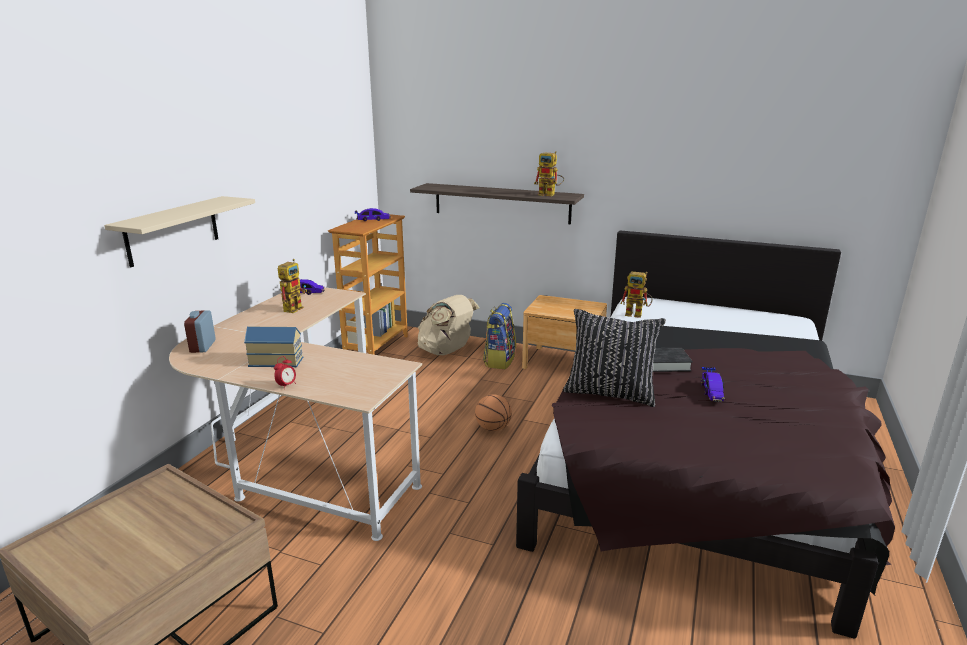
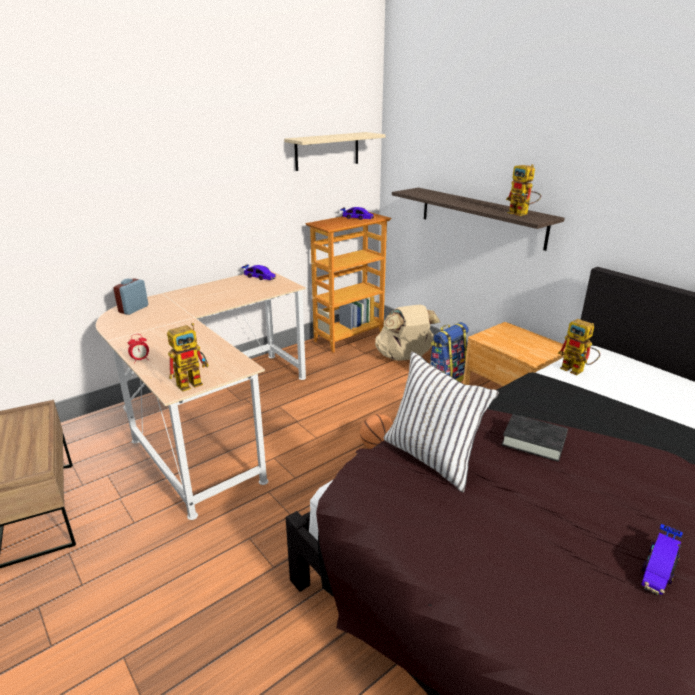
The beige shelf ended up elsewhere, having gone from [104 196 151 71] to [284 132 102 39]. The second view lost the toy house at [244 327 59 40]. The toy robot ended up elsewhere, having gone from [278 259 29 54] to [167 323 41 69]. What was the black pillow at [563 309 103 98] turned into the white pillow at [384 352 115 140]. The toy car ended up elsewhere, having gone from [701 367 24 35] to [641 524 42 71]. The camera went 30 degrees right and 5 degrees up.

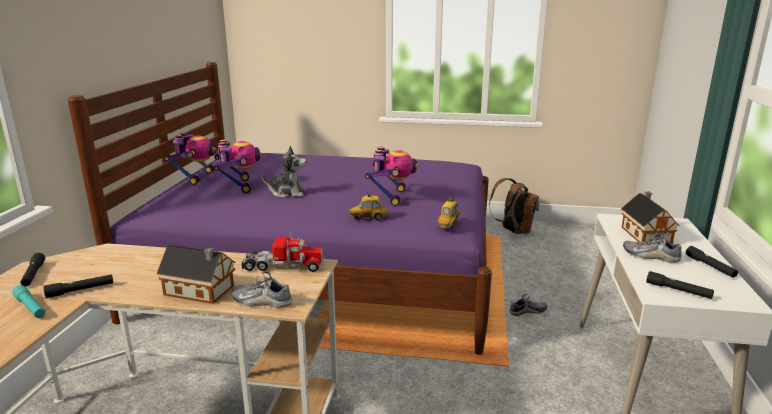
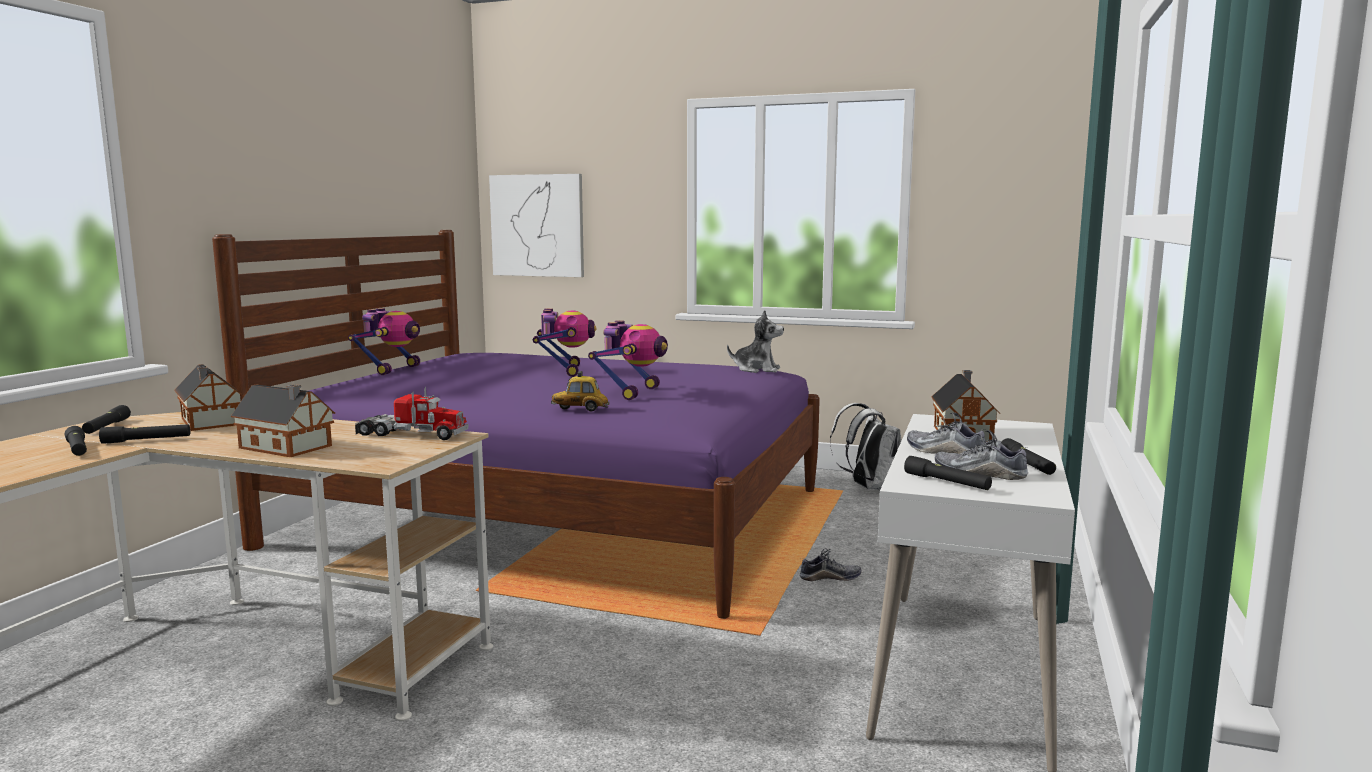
What was the turquoise flashlight at [12 285 34 33] turned into the black flashlight at [65 426 22 30]. The toy robot ended up elsewhere, having gone from [214 140 47 53] to [533 308 64 69]. The shoe ended up elsewhere, having gone from [231 272 61 36] to [935 430 93 50]. The plush toy ended up elsewhere, having gone from [262 146 45 52] to [727 310 57 63]. The second view lost the toy car at [437 197 24 31]. What was the brown backpack at [489 178 50 56] turned into the white backpack at [830 403 71 87]. The second view gained the toy house at [174 364 69 67]. The second view gained the picture at [489 174 95 103]. The camera went 10 degrees right and 10 degrees down.

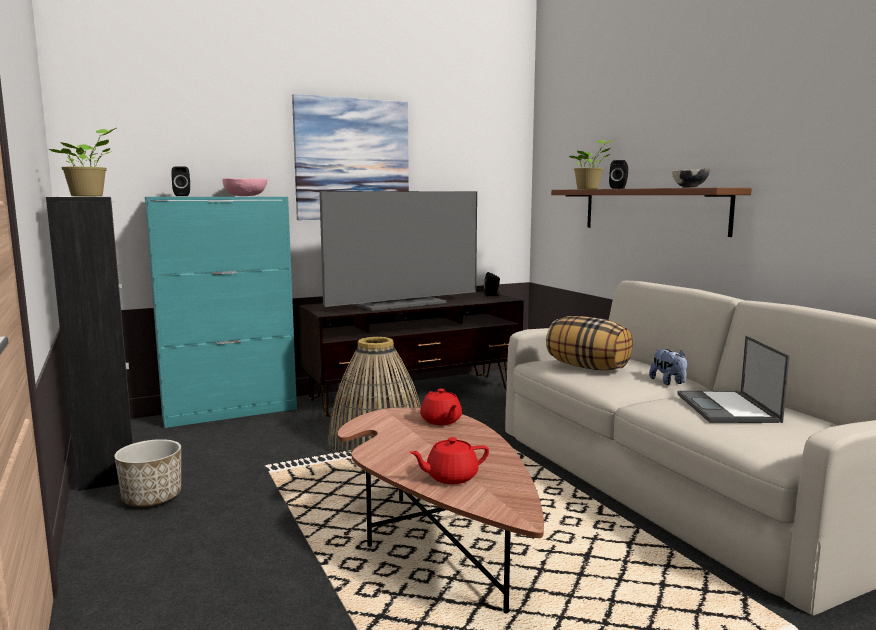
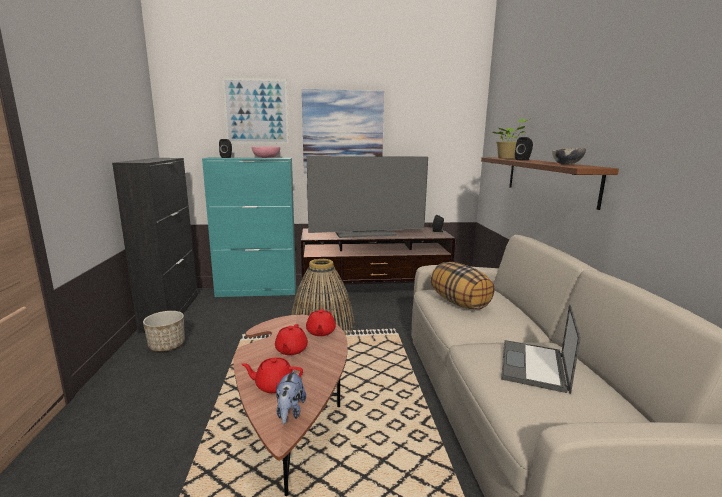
The second view lost the potted plant at [48 128 69 68]. The plush toy ended up elsewhere, having gone from [649 349 38 36] to [276 370 30 54]. The second view gained the picture at [222 78 67 66]. The second view gained the red teapot at [275 324 33 31]. The camera went 20 degrees right and 5 degrees up.

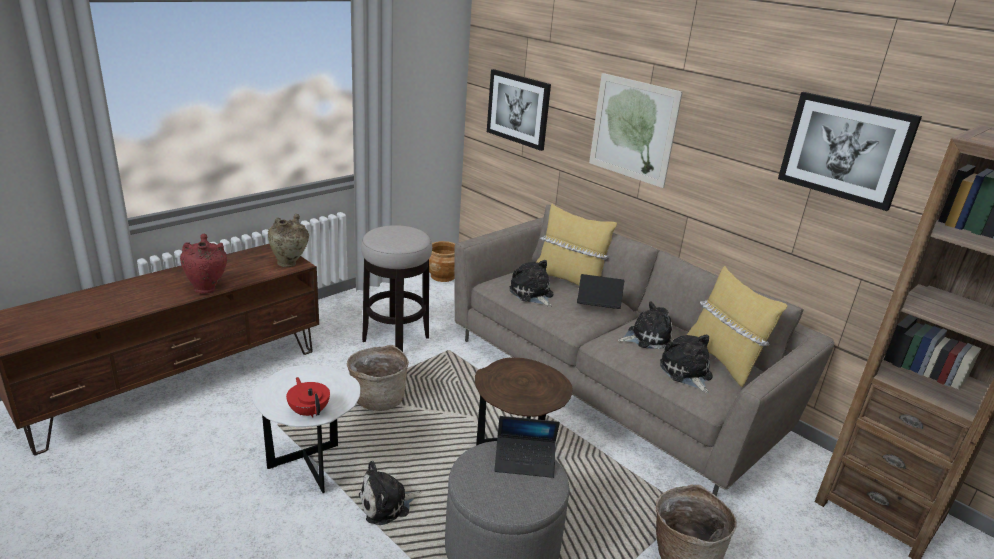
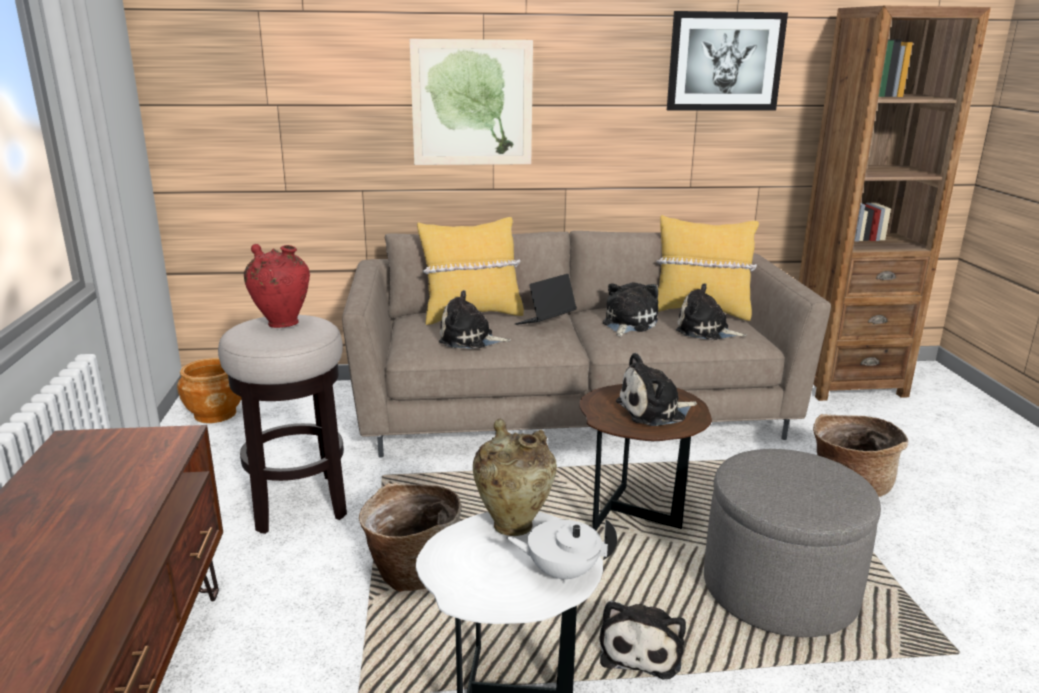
The red vase ended up elsewhere, having gone from [180 234 47 60] to [244 244 66 84]. The beige vase ended up elsewhere, having gone from [268 214 41 53] to [473 419 84 117]. What was the red teapot at [286 377 44 41] turned into the white teapot at [507 519 110 65]. The second view lost the picture at [487 69 64 82]. The second view lost the laptop at [494 416 66 62]. The second view gained the plush toy at [616 353 81 73]. The camera went 50 degrees left and 5 degrees down.

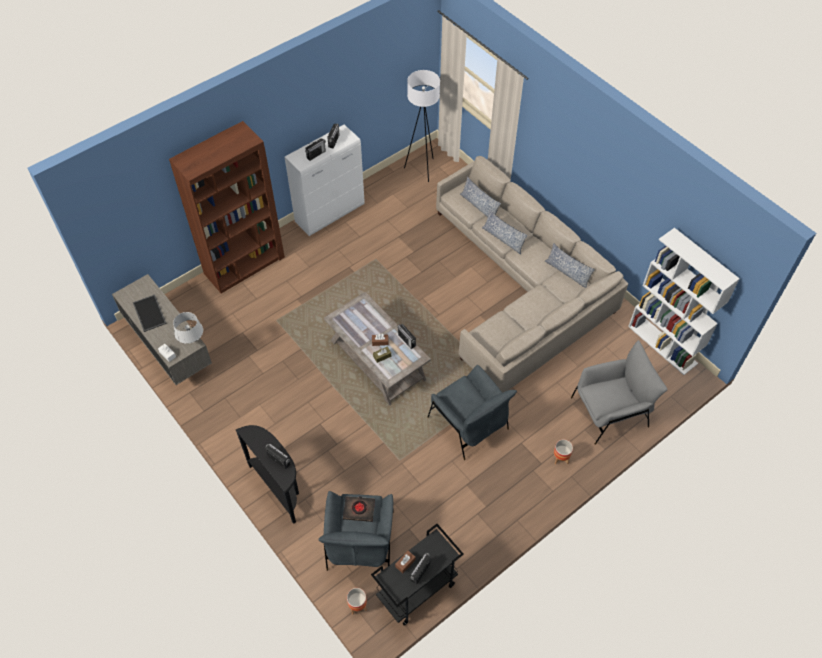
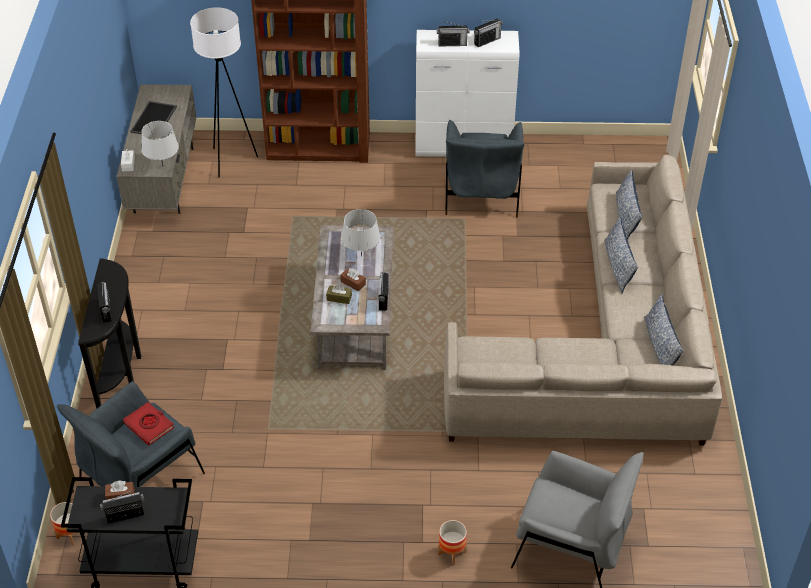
What was the black book at [343 496 32 26] turned into the red book at [123 402 51 43]. The white floor lamp ended up elsewhere, having gone from [404 70 36 112] to [190 7 68 170]. The grey armchair ended up elsewhere, having gone from [427 365 90 95] to [445 120 80 98]. The second view lost the white bookcase at [628 228 112 147]. The second view gained the grey table lamp at [341 209 39 48]. The camera went 40 degrees right and 10 degrees down.

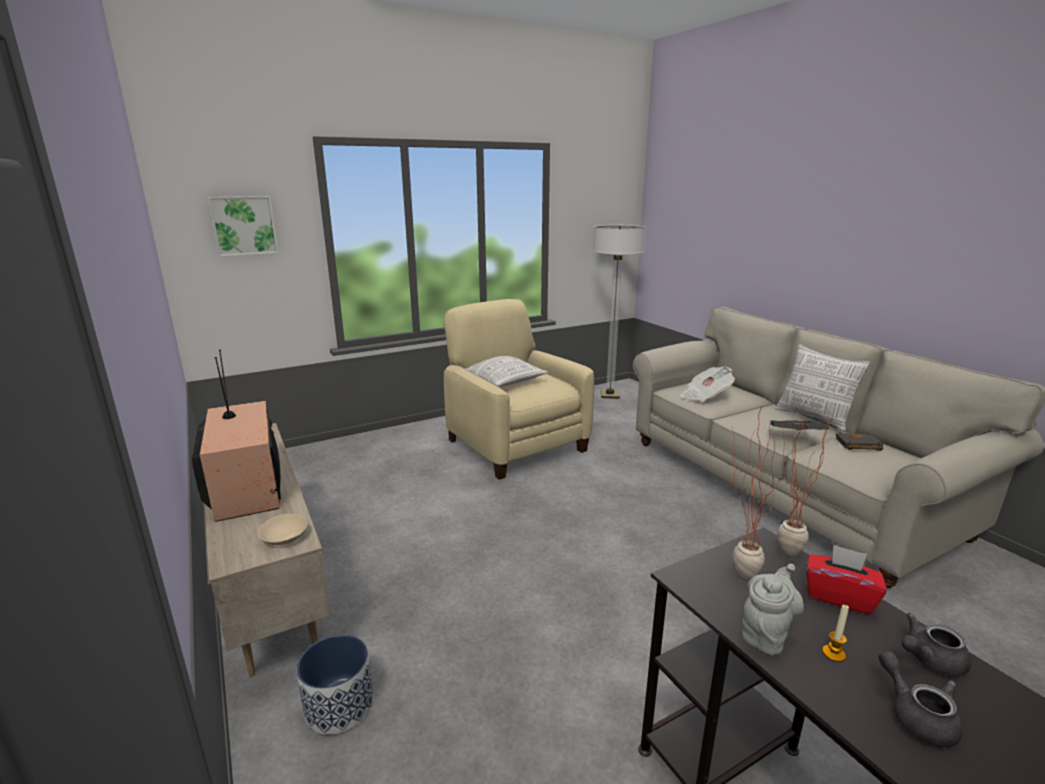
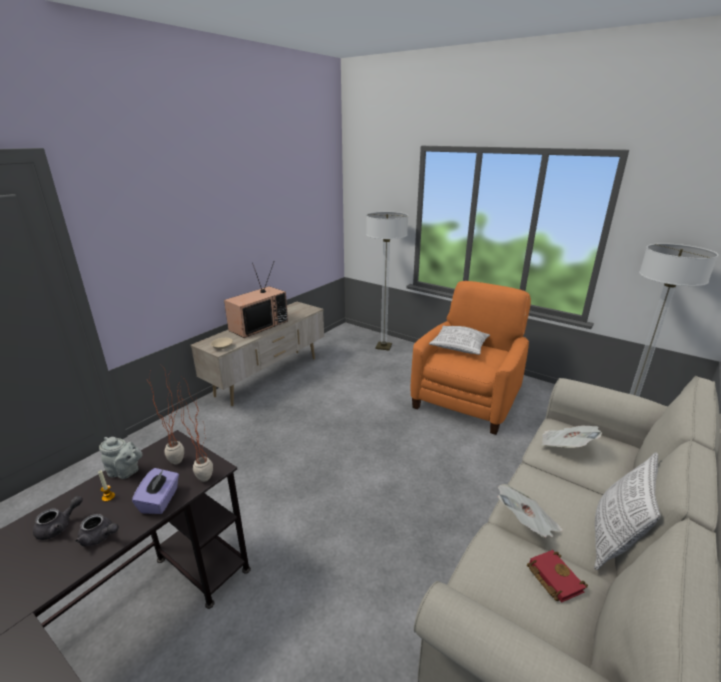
The second view lost the picture at [208 196 71 61]. The second view lost the planter at [296 634 78 101]. What was the beige armchair at [444 299 150 181] turned into the orange armchair at [411 281 120 154]. What was the red tissue box at [807 545 80 69] turned into the purple tissue box at [132 468 47 46]. What was the black book at [835 432 49 19] turned into the red book at [527 550 61 53]. The grey teapot at [901 613 70 63] ended up facing another way, 150 degrees clockwise from before. The second view gained the floor lamp at [366 212 42 139]. The camera went 65 degrees right and 5 degrees up.

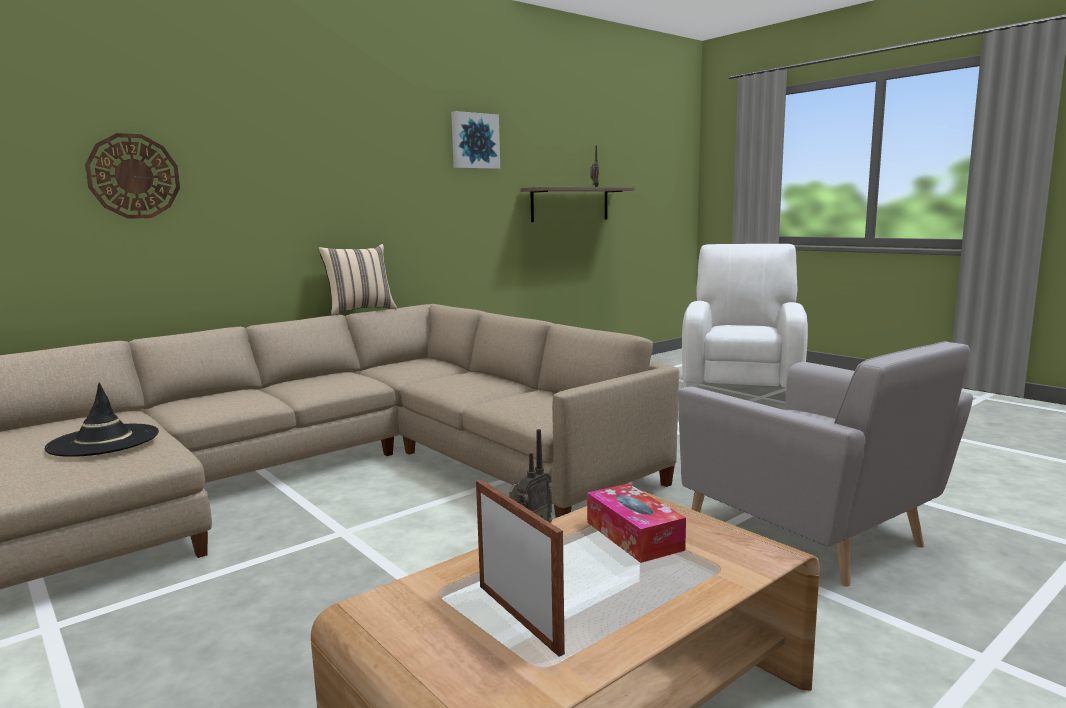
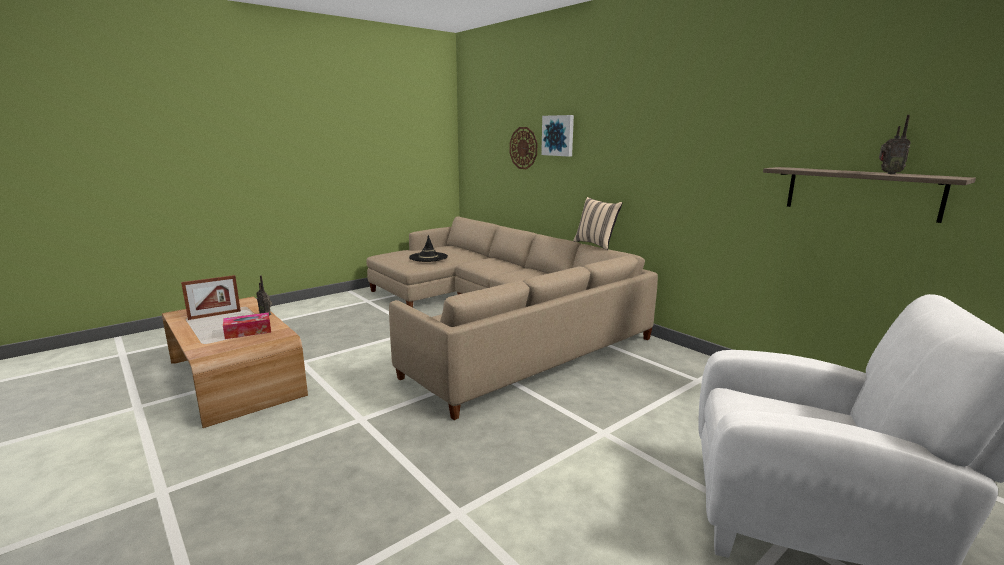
The picture ended up elsewhere, having gone from [451 111 49 58] to [541 115 33 42]. The second view lost the grey armchair at [678 341 295 246]. The camera went 90 degrees right and 5 degrees up.

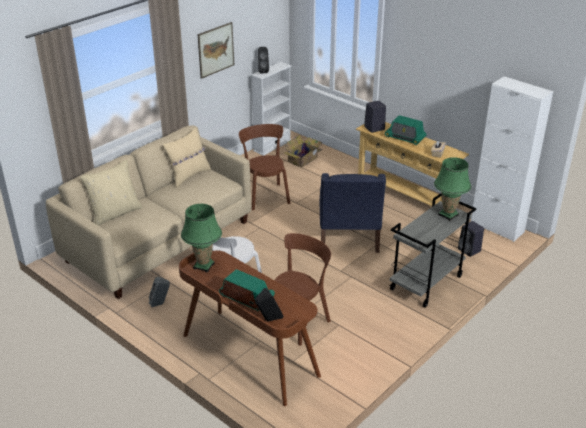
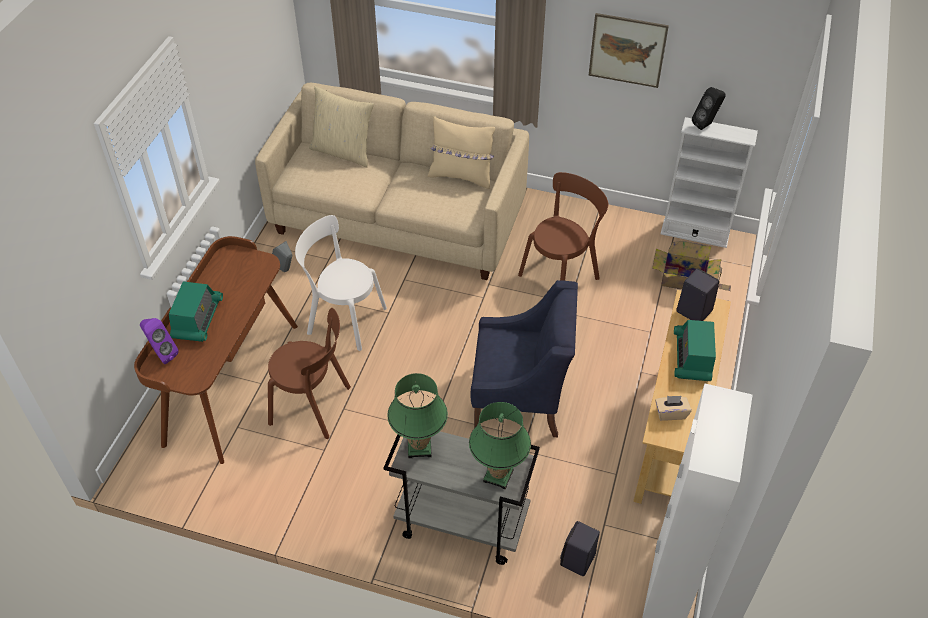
The green table lamp ended up elsewhere, having gone from [181 204 41 69] to [387 373 61 85]. What was the black speaker at [255 288 29 34] turned into the purple speaker at [140 318 39 46]. The blue armchair at [320 173 66 80] ended up facing another way, 150 degrees counterclockwise from before. The camera went 65 degrees right and 15 degrees up.

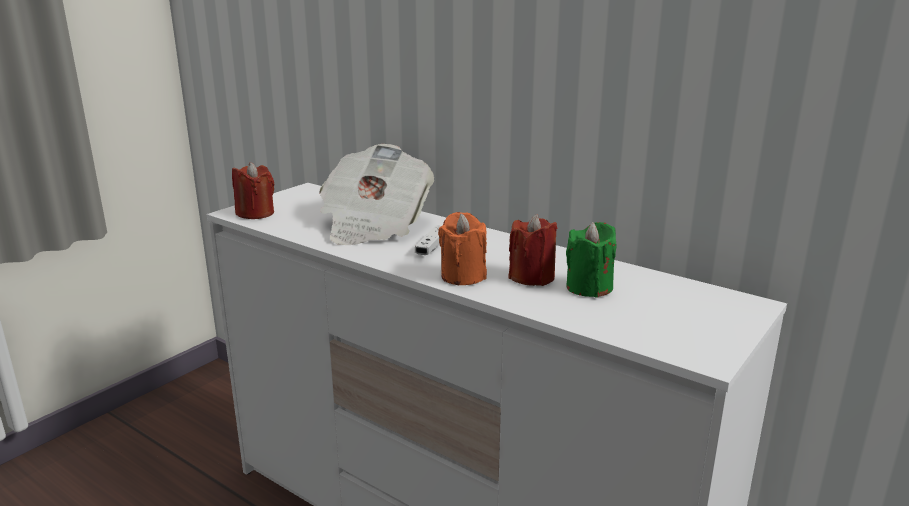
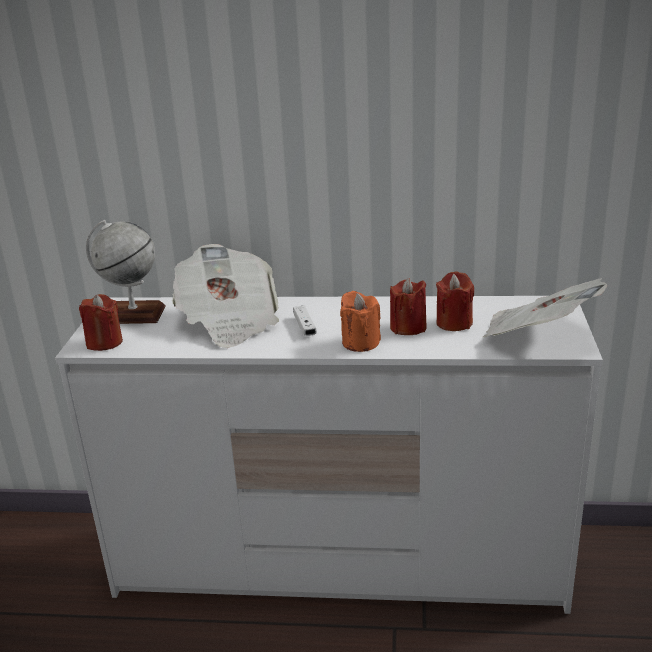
What was the green candle at [566 222 51 76] turned into the red candle at [436 271 38 60]. The second view gained the globe at [86 220 80 104]. The second view gained the newspaper at [482 278 125 60]. The camera went 30 degrees left and 5 degrees up.

